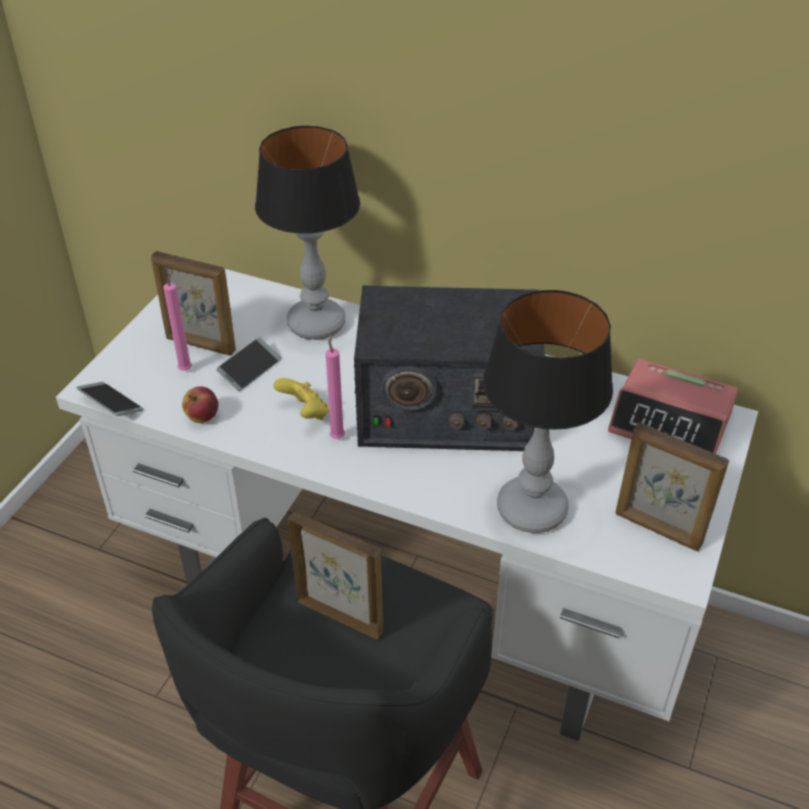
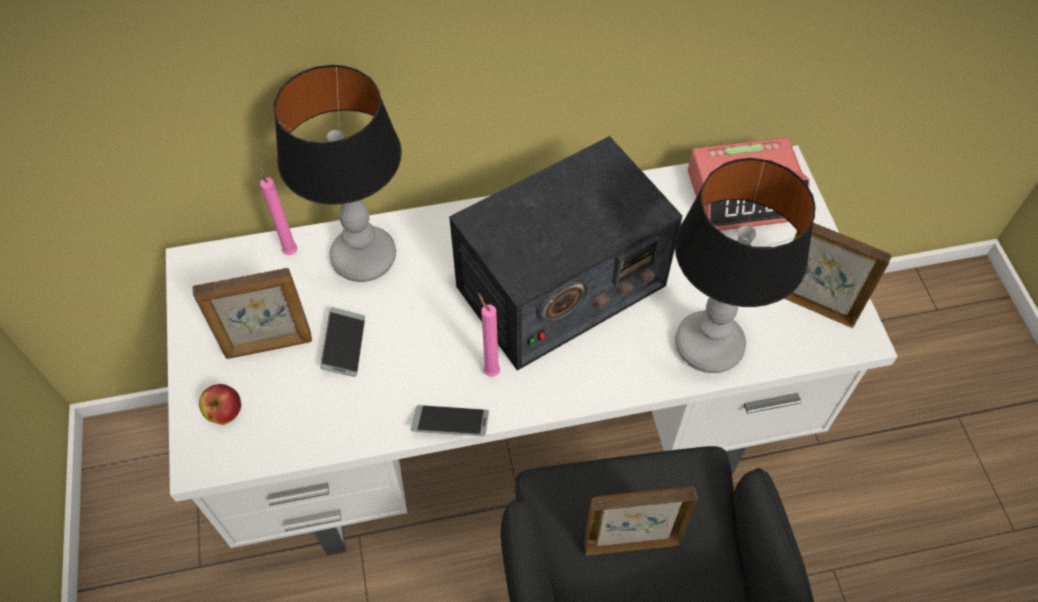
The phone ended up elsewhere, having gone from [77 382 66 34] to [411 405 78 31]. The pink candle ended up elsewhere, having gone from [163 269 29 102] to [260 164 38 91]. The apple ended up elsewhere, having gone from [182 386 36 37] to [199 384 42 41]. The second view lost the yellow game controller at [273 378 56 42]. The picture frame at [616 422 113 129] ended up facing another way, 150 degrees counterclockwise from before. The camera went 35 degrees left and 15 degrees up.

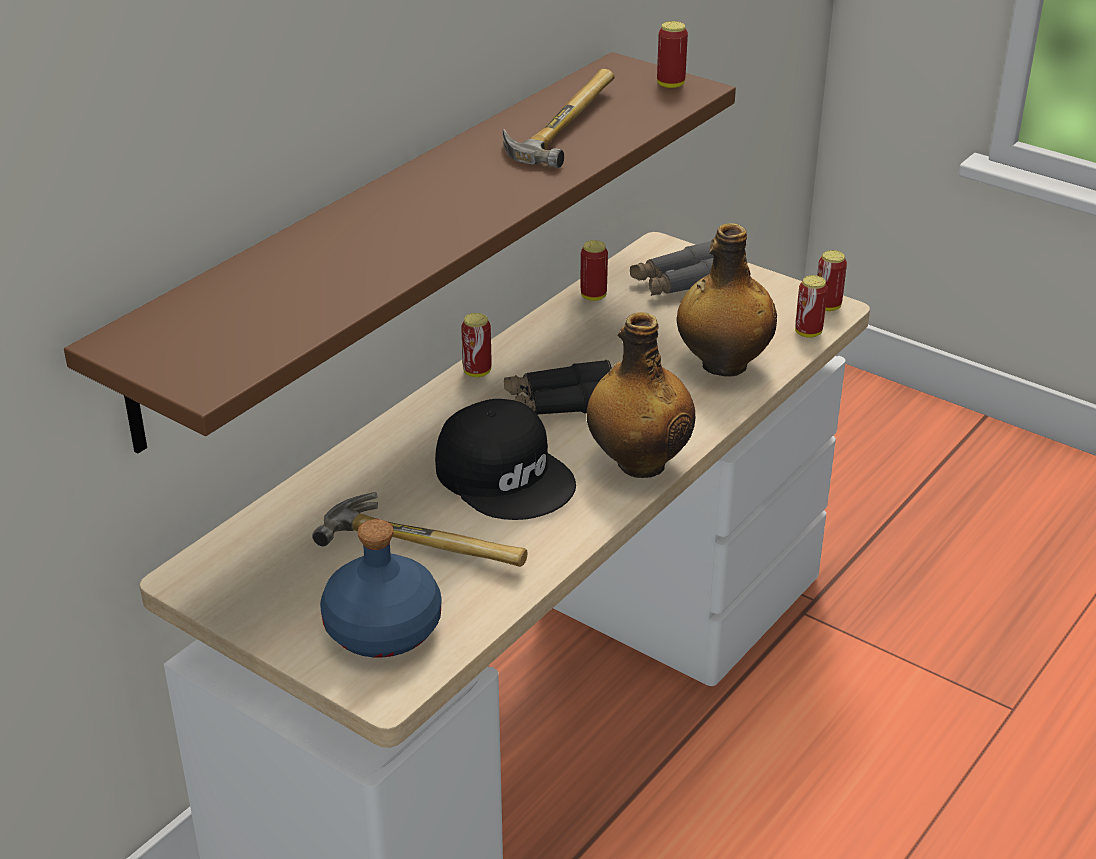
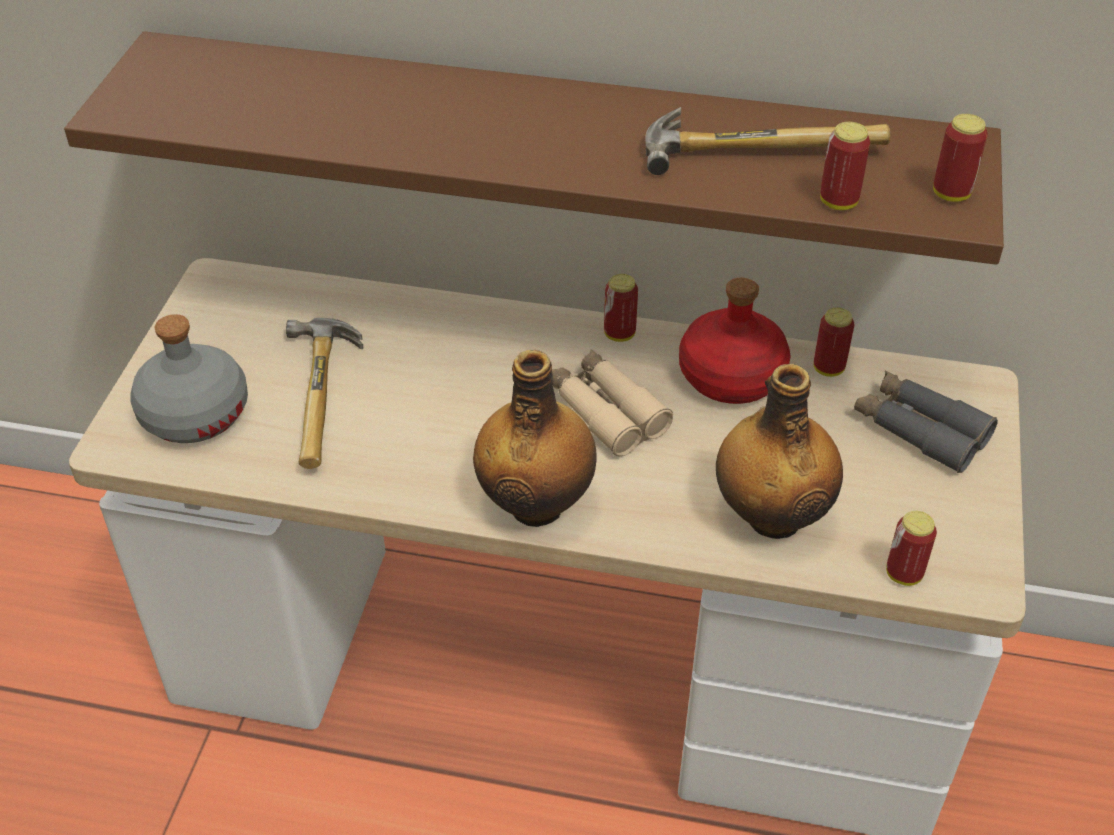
What was the blue bottle at [320 519 121 138] turned into the grey bottle at [130 314 118 129]. The second view lost the black cap at [435 399 141 121]. What was the black binoculars at [504 359 108 56] turned into the beige binoculars at [552 349 121 107]. The can ended up elsewhere, having gone from [817 250 30 61] to [820 122 50 88]. The second view gained the red bottle at [679 278 112 126]. The camera went 65 degrees right and 10 degrees up.

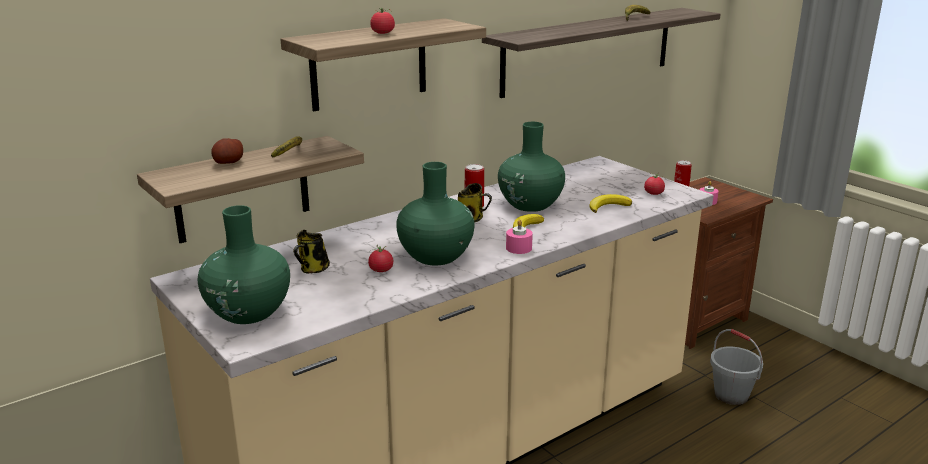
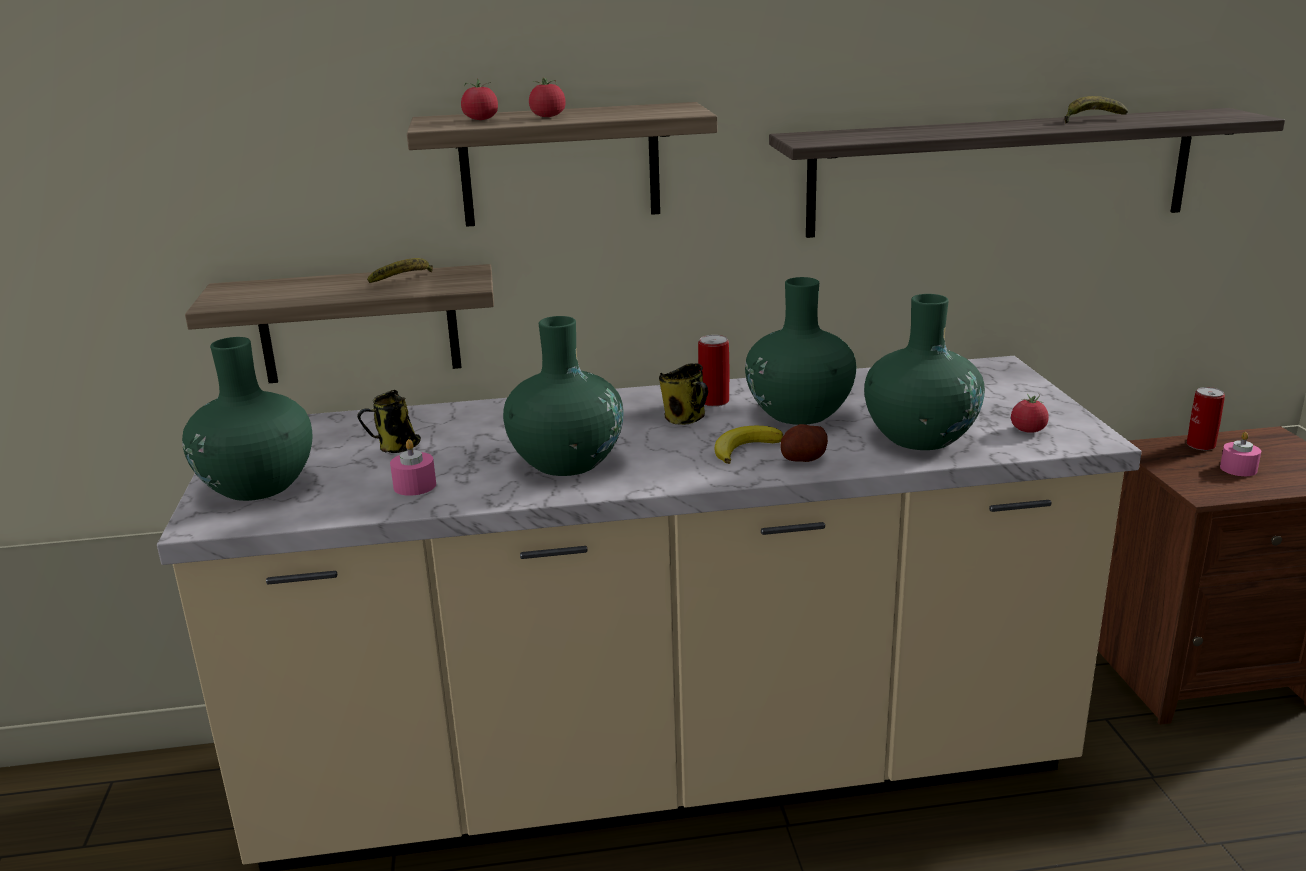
The potato ended up elsewhere, having gone from [211 138 32 26] to [780 424 48 38]. The tomato ended up elsewhere, having gone from [368 245 25 27] to [461 78 37 42]. The pink candle ended up elsewhere, having gone from [506 219 27 35] to [390 439 46 57]. Where the banana stood at [589 194 43 19], the green vase came to stand at [864 294 121 156]. The second view lost the grey bucket at [710 329 53 76]. The camera went 30 degrees right and 0 degrees up.

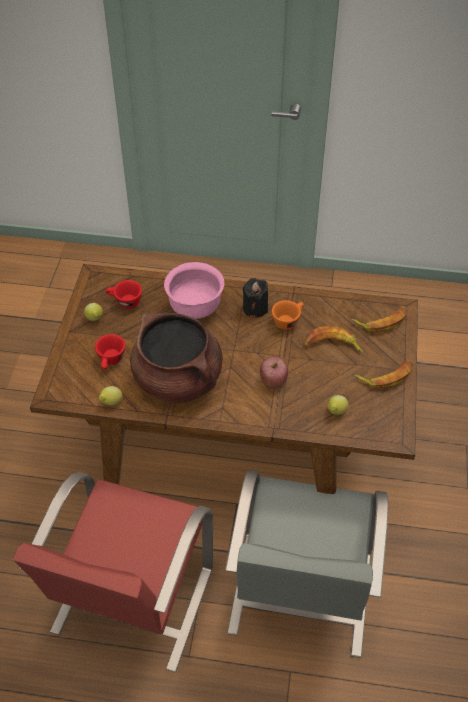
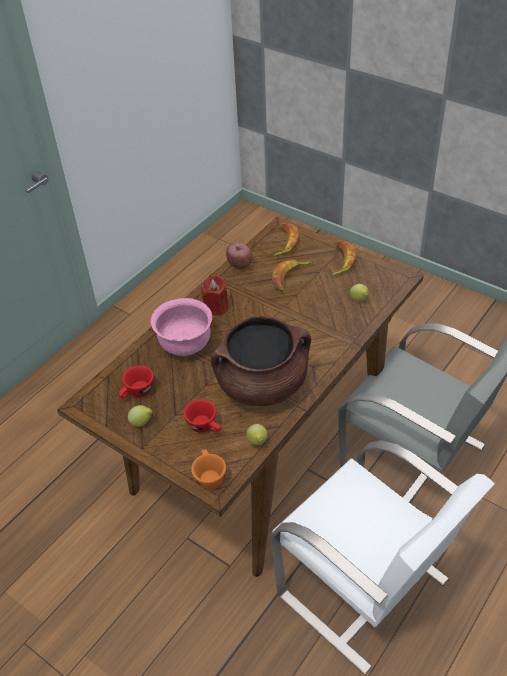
What was the red chair at [13 472 200 200] turned into the white chair at [271 440 224 235]. What was the black candle at [243 278 25 40] turned into the red candle at [201 275 28 41]. The apple ended up elsewhere, having gone from [260 356 28 33] to [226 243 26 26]. The orange cup ended up elsewhere, having gone from [272 300 32 30] to [191 449 35 40]. The camera went 60 degrees left and 5 degrees down.

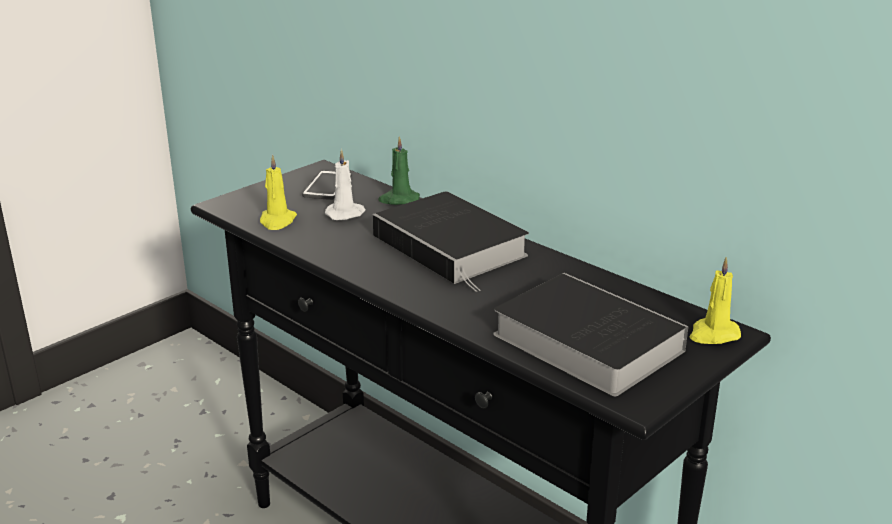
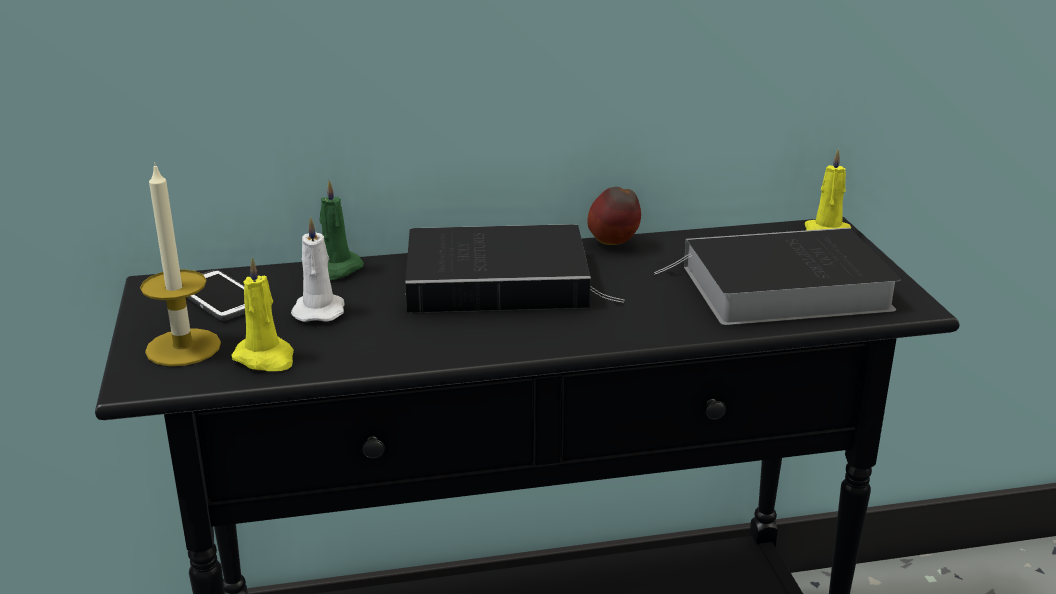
The second view gained the candle at [140 162 81 204]. The second view gained the apple at [587 187 54 58]. The camera went 55 degrees left and 0 degrees up.

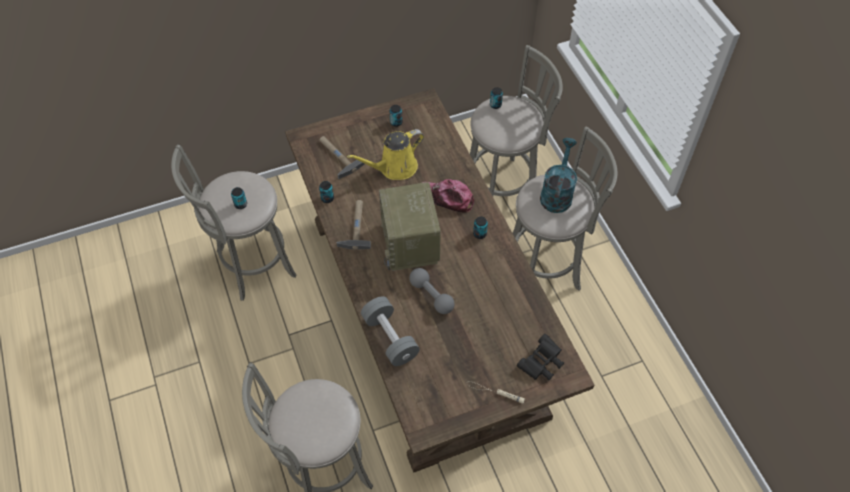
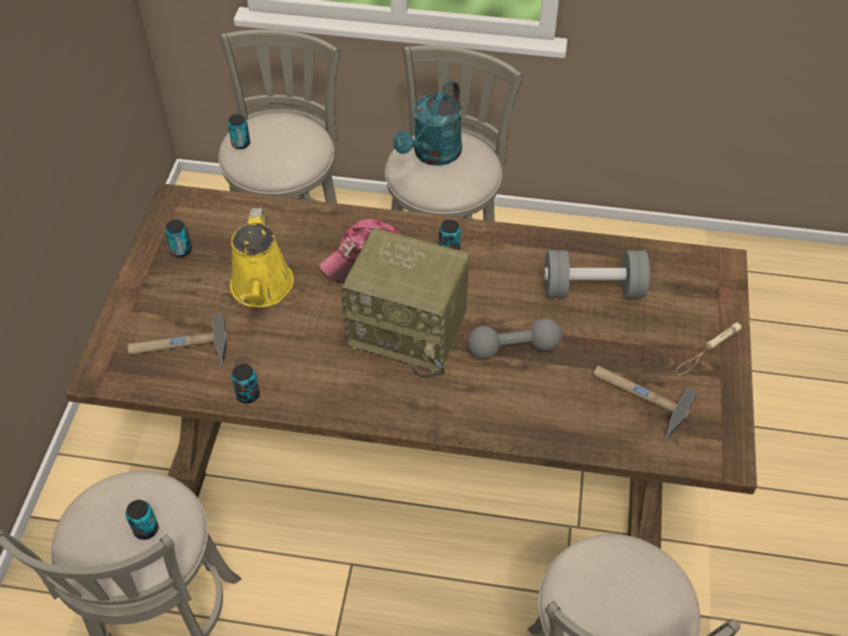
The hammer ended up elsewhere, having gone from [337 200 34 50] to [593 366 104 73]. The grey dumbbell ended up elsewhere, having gone from [361 296 59 70] to [544 250 106 48]. The second view lost the black binoculars at [517 334 47 47]. The turquoise watering can at [540 138 37 75] ended up facing another way, 105 degrees counterclockwise from before. The camera went 60 degrees left and 5 degrees down.

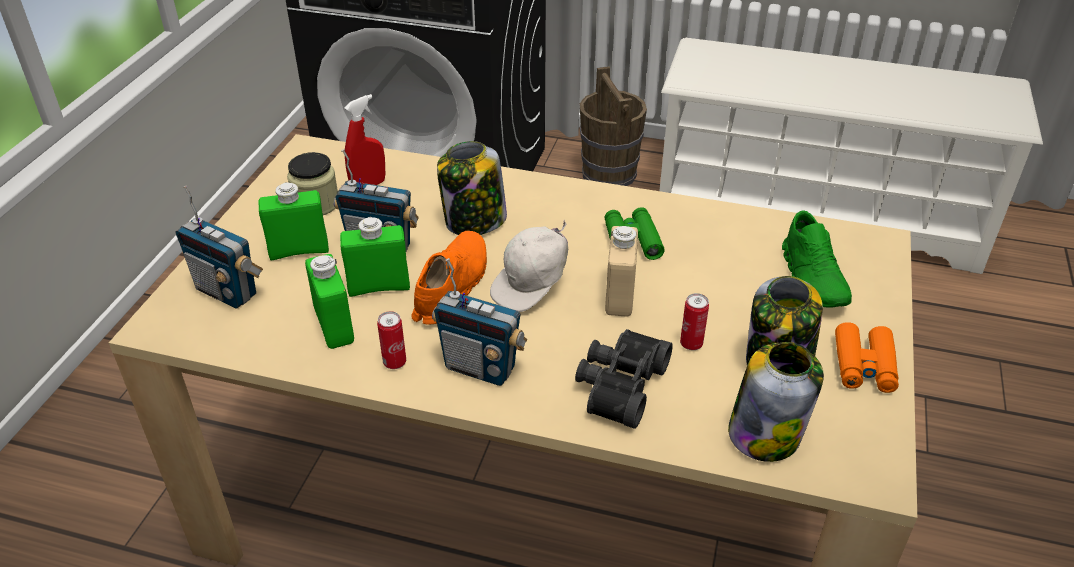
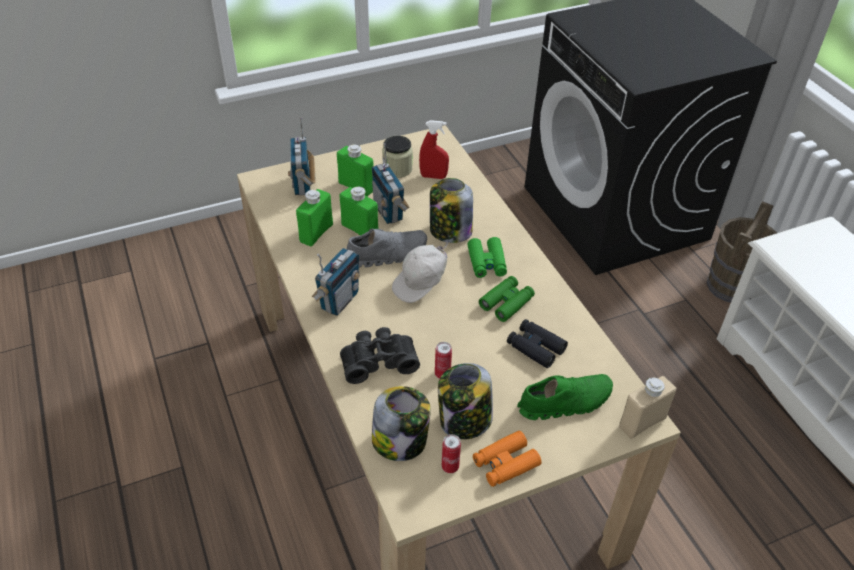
The can ended up elsewhere, having gone from [377 311 29 58] to [442 434 19 39]. What was the orange shoe at [411 231 76 94] turned into the grey shoe at [347 229 80 39]. The radio at [432 258 95 128] ended up facing another way, 135 degrees counterclockwise from before. The white cap at [490 220 78 92] ended up facing another way, 45 degrees counterclockwise from before. The beige bottle ended up elsewhere, having gone from [605 226 33 91] to [619 376 57 63]. The green shoe at [782 210 70 97] ended up facing another way, 150 degrees counterclockwise from before. The second view gained the green binoculars at [467 237 40 41]. The second view gained the black binoculars at [507 319 61 49]. The camera went 50 degrees right and 5 degrees up.

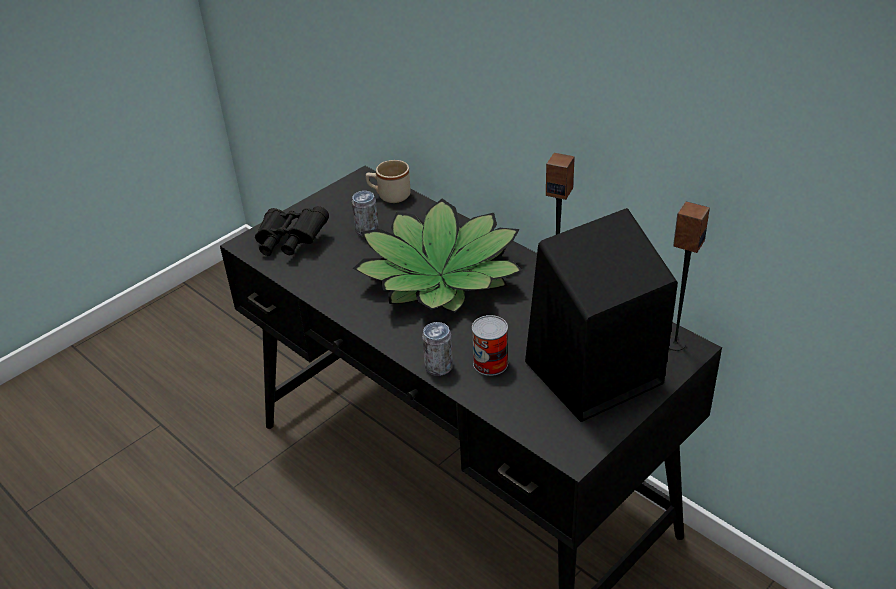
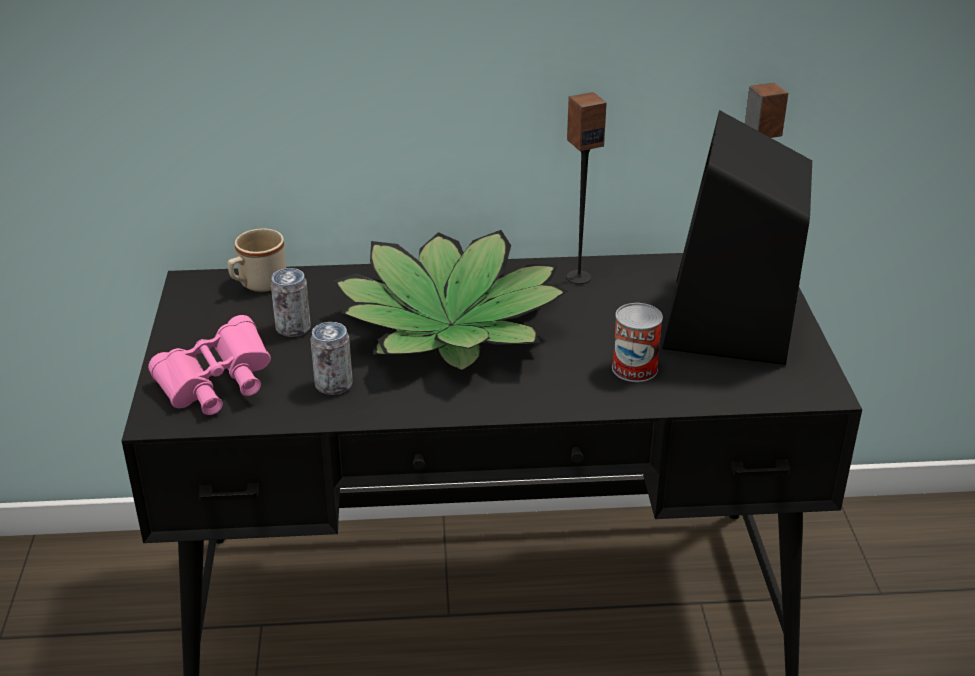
What was the black binoculars at [255 206 74 50] turned into the pink binoculars at [148 315 123 100]. The can ended up elsewhere, having gone from [422 322 31 54] to [310 322 43 73]. The camera went 50 degrees left and 5 degrees down.

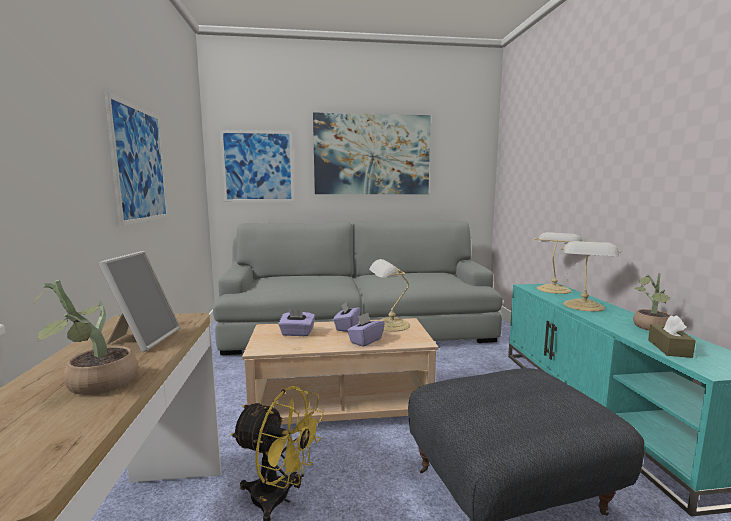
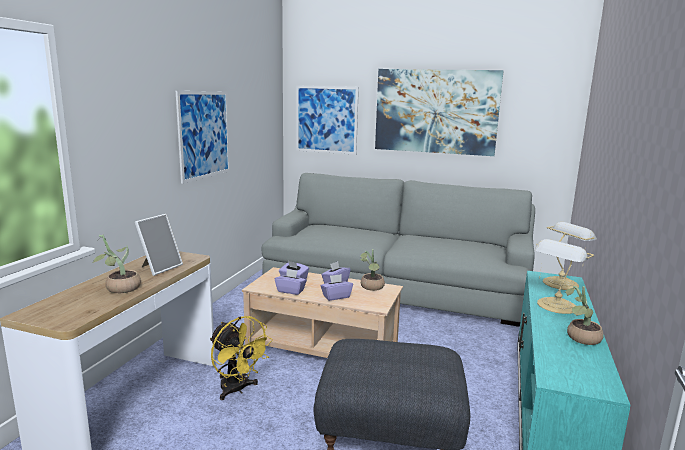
Where the table lamp stood at [369 259 41 73], the potted plant came to stand at [360 249 25 42]. The second view lost the brown tissue box at [648 315 48 43]. The second view gained the purple tissue box at [275 269 32 26]. The camera went 25 degrees right and 5 degrees up.

